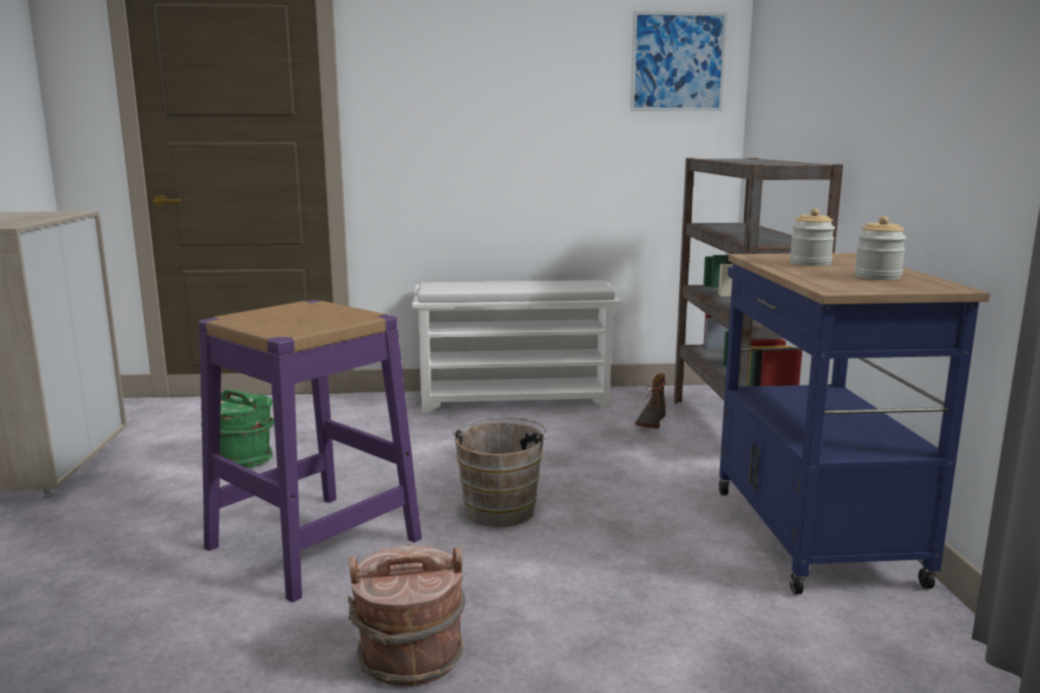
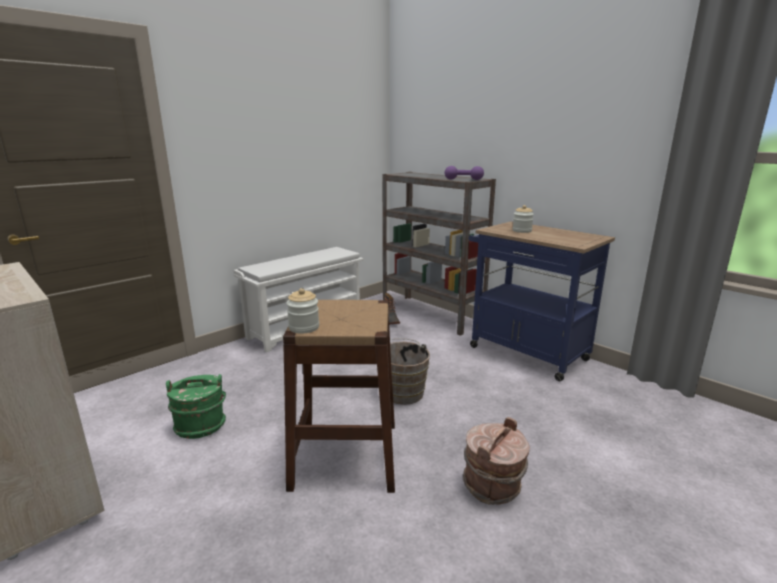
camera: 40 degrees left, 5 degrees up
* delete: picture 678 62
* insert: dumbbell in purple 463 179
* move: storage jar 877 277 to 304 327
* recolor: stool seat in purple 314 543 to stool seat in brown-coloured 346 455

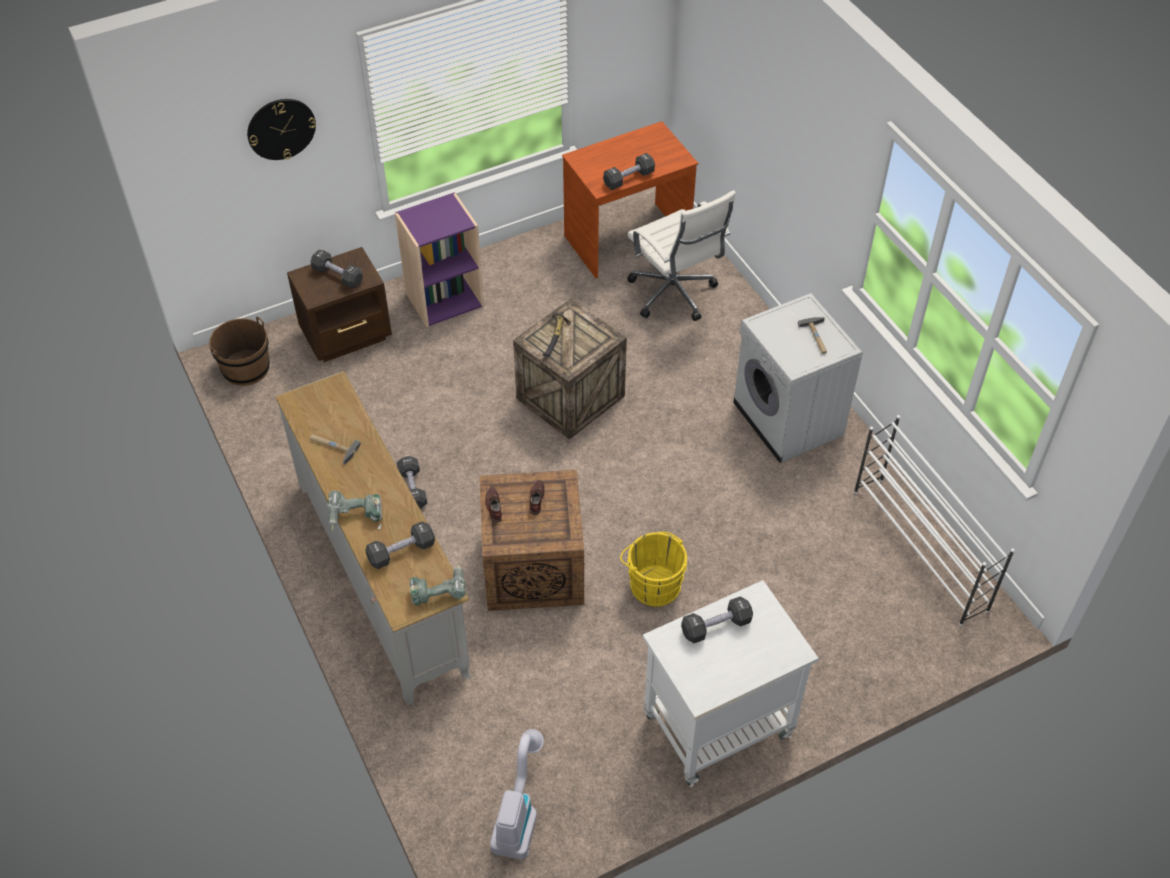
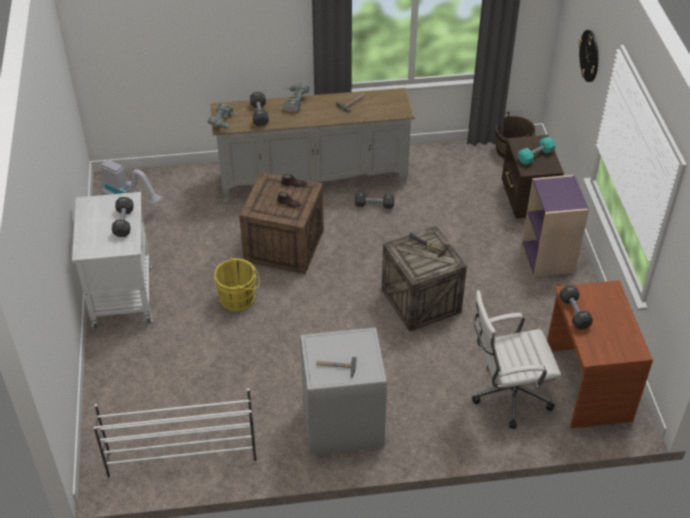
camera: 110 degrees right, 5 degrees down
* recolor: dumbbell in blackish 338 276 to dumbbell in blue-green 535 156

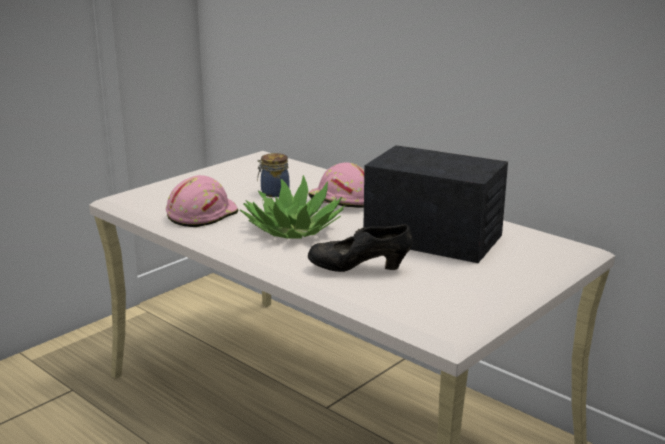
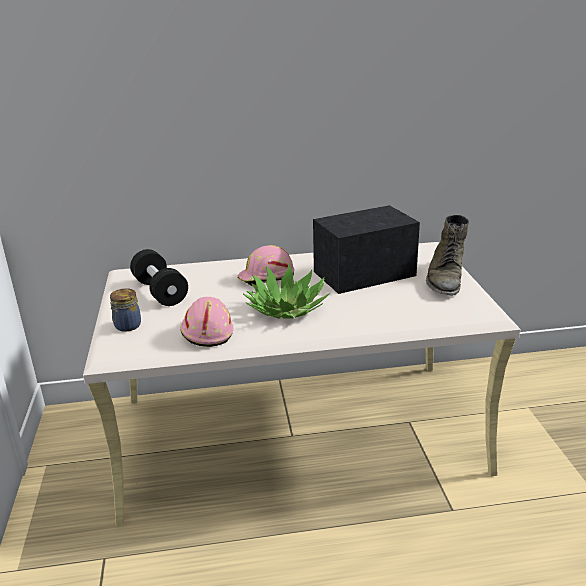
camera: 50 degrees left, 5 degrees up
* delete: low shoe in blackish 359 269
* insert: dumbbell in blackish 160 292
* insert: tall boot in greenish 445 278
* move: storage jar 273 193 to 127 326

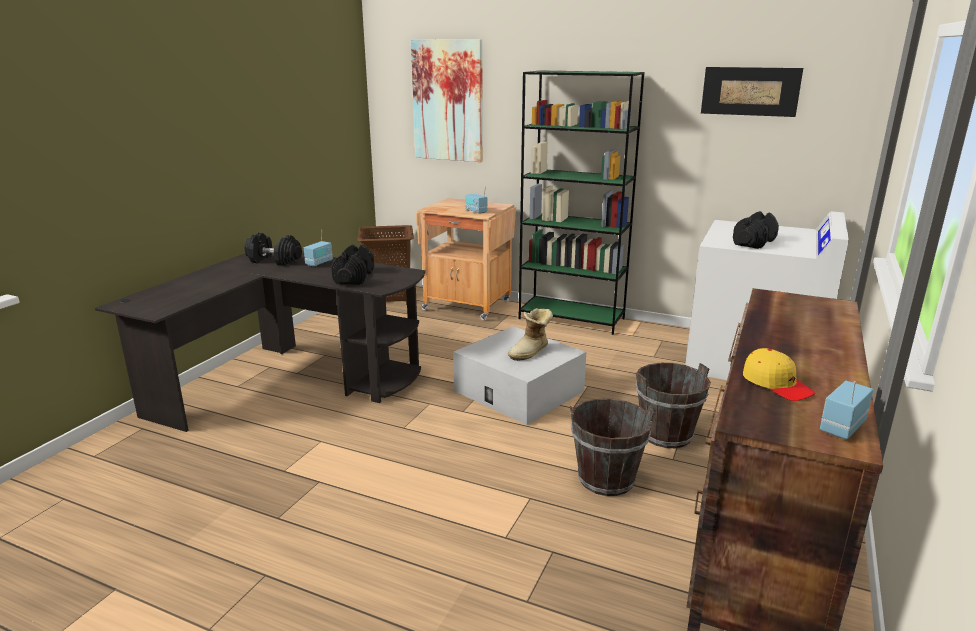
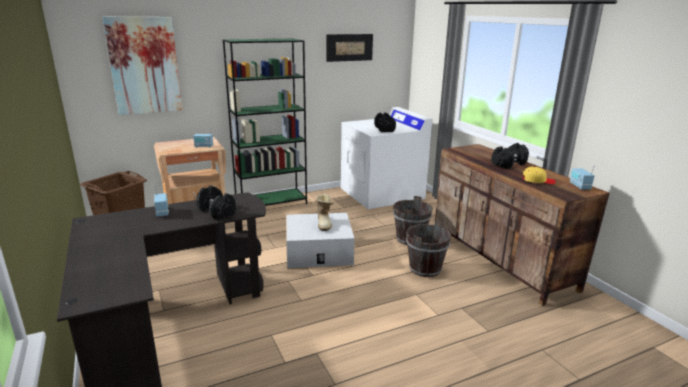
camera: 50 degrees left, 0 degrees up
* move: dumbbell in blackish 274 261 to 509 164

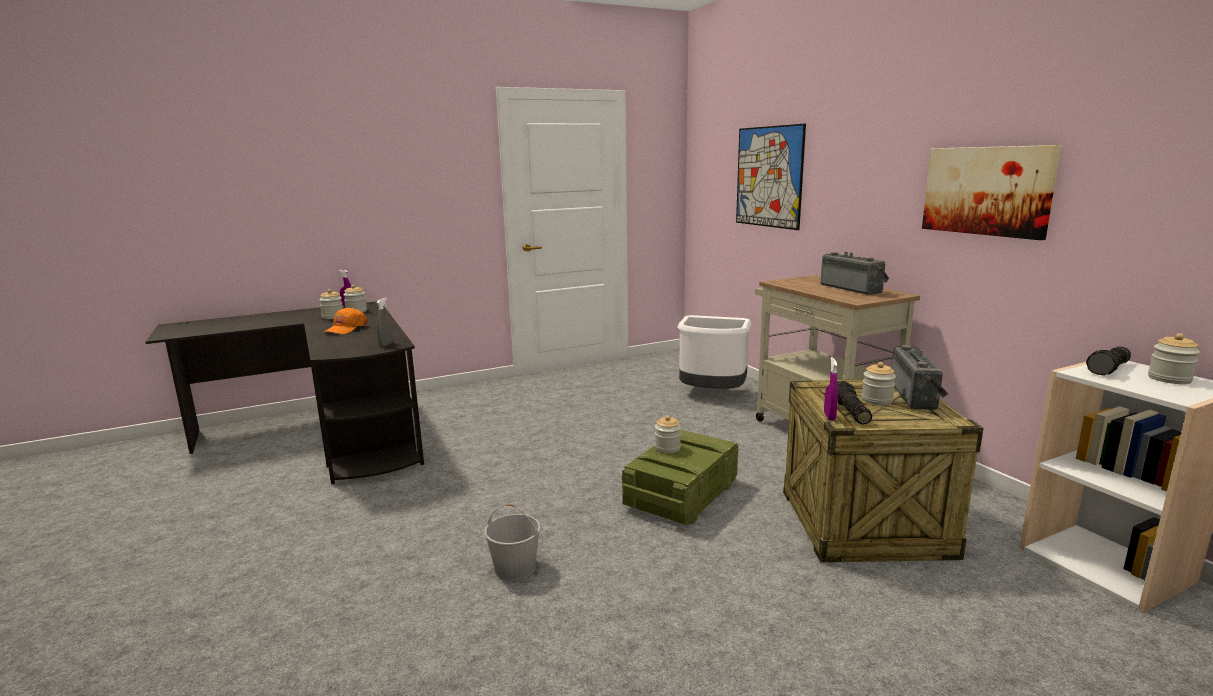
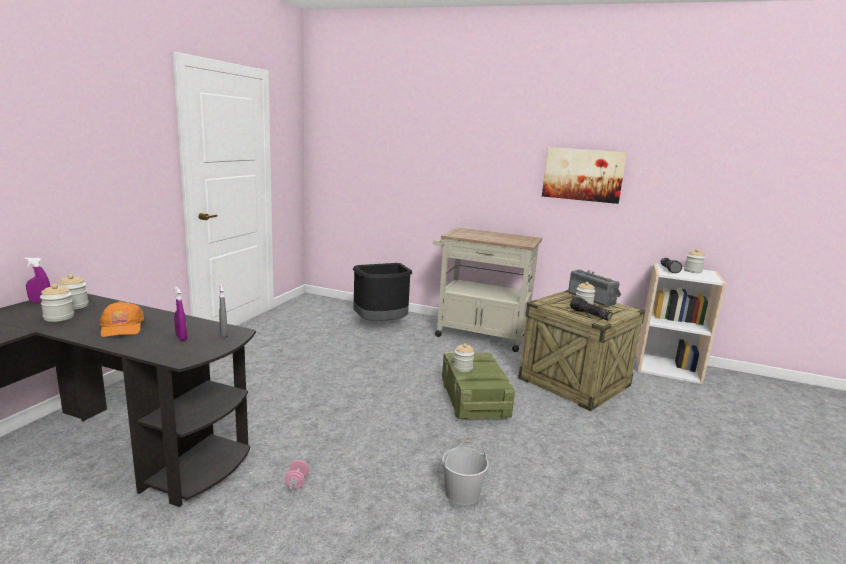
camera: 45 degrees left, 0 degrees up
* delete: picture 768 177
* delete: radio receiver 853 288
* insert: dumbbell in pink-coloured 297 482
* move: hand sprayer in purple 829 416 to 181 338
* recolor: rubbish bin in white 712 394 to rubbish bin in blackish 381 324

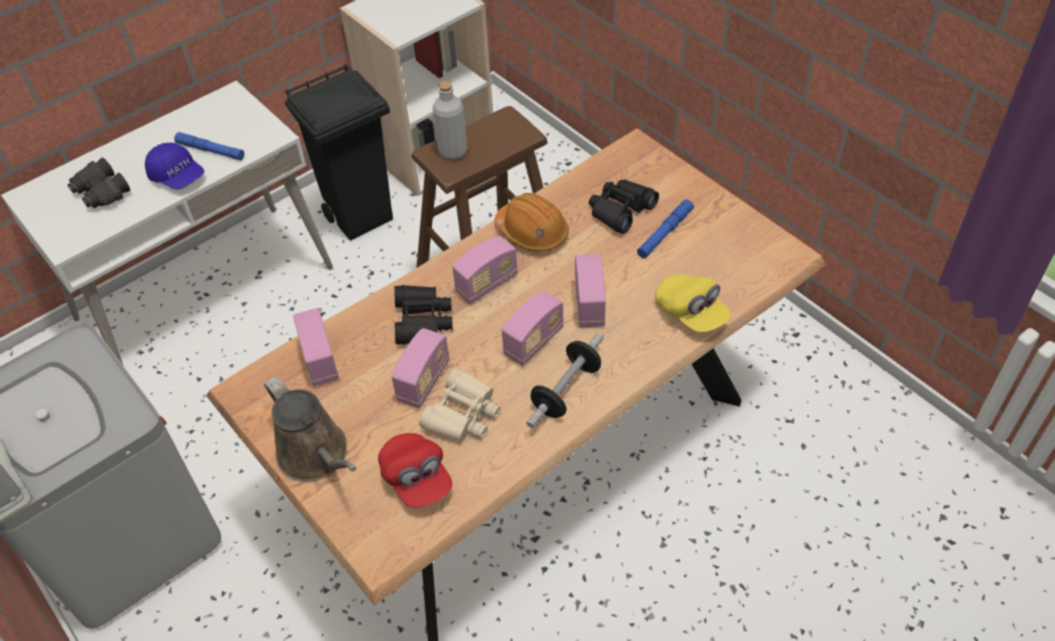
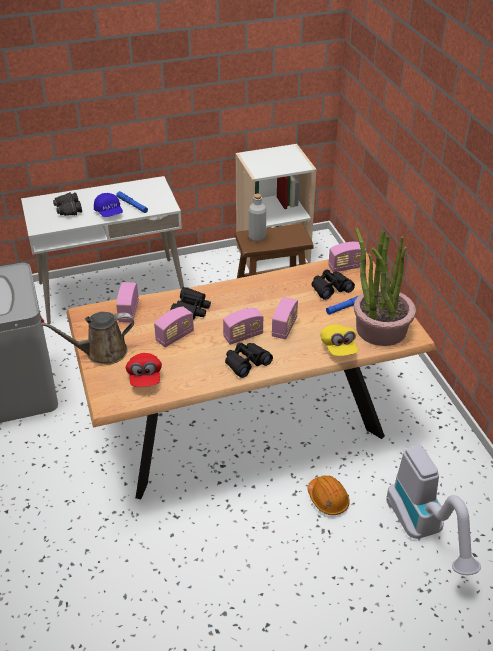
camera: 20 degrees right, 10 degrees down
* delete: rubbish bin in blackish 361 217
* delete: field glasses in sand-coloured 462 414
* insert: potted plant 380 329
* insert: vacuum cleaner 425 533
* move: radio receiver 487 284 to 346 267
* move: work helmet in orange 532 232 to 328 499
* replace: dumbbell 566 390 to field glasses in blackish 246 363
* rotate: watering pot in brown-coloured 316 456 = 102 352 90 degrees clockwise

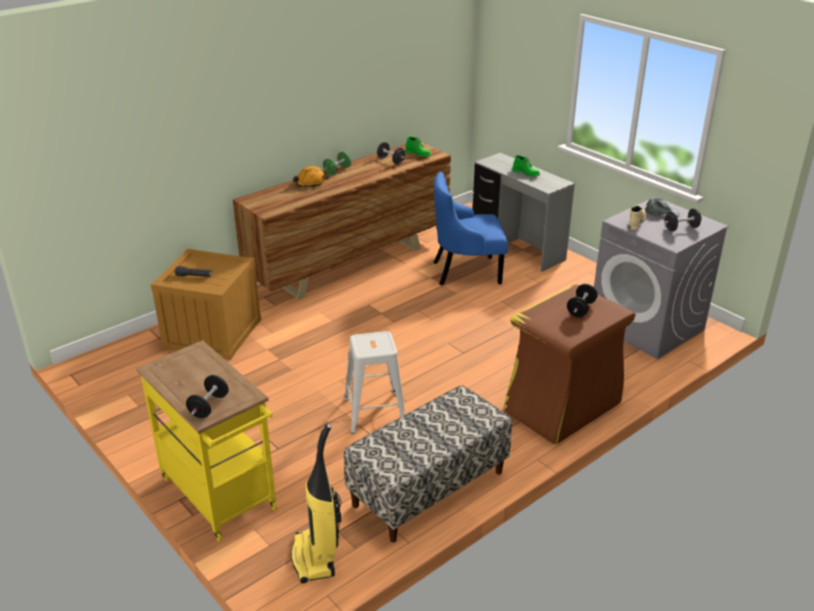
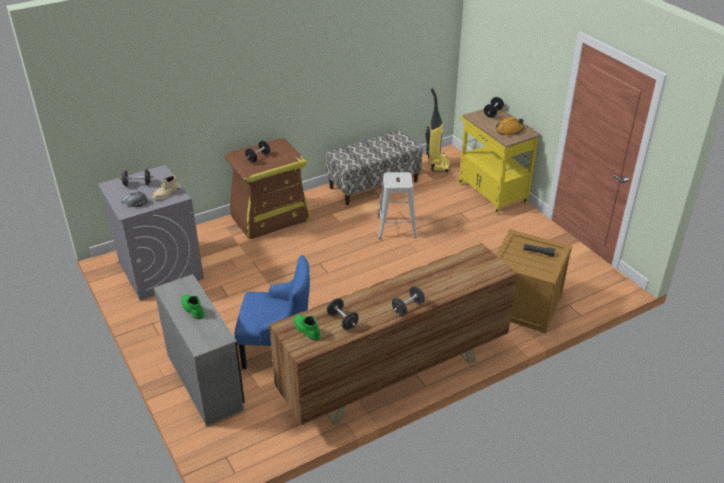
camera: 170 degrees left, 5 degrees up
* move: work helmet in orange 310 183 to 509 130
* recolor: dumbbell in greenish 337 171 to dumbbell in blackish 407 308

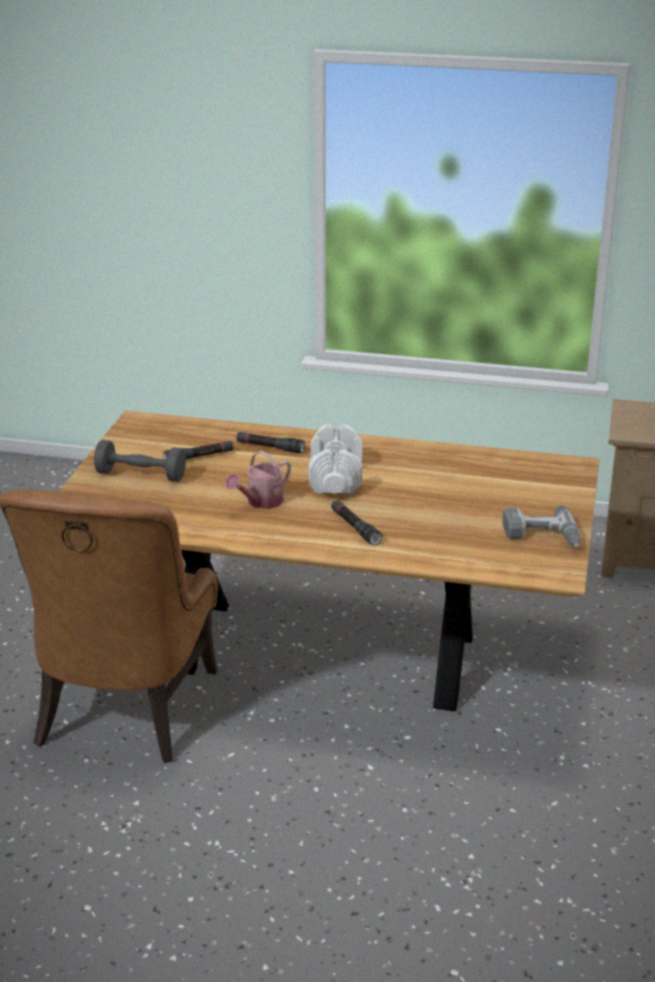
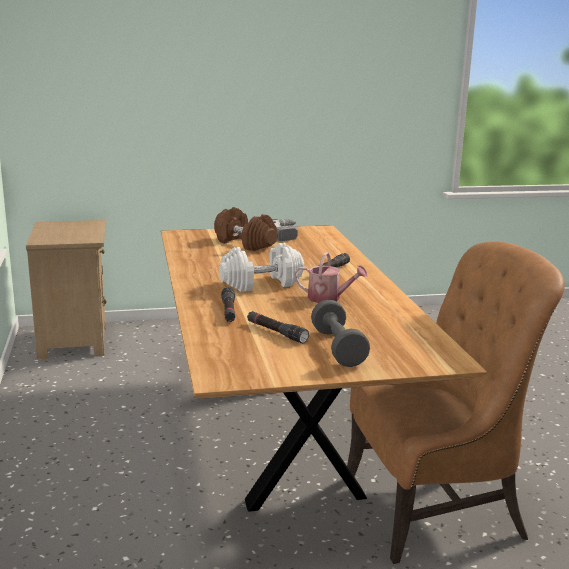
camera: 115 degrees left, 10 degrees down
* insert: dumbbell in brown-coloured 244 243

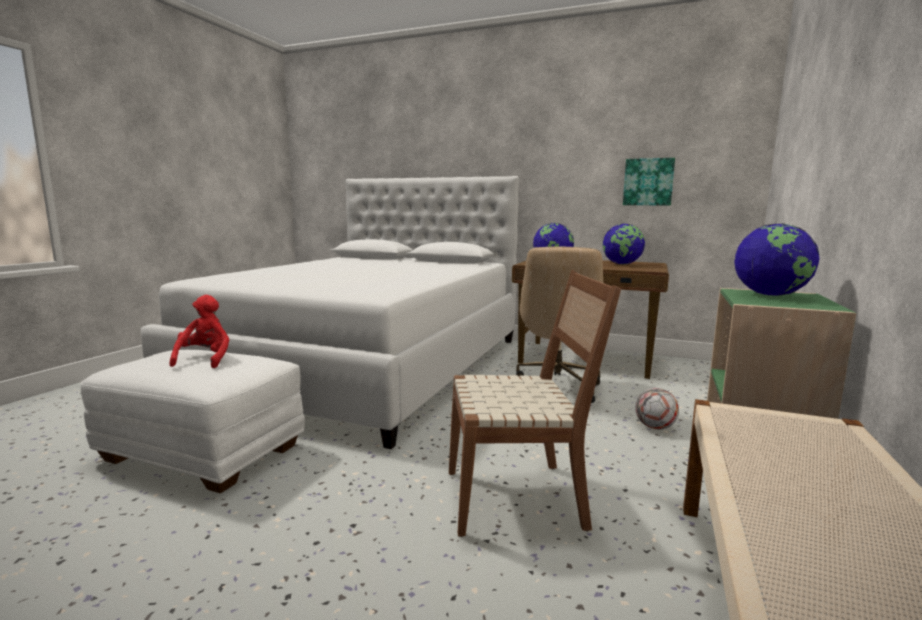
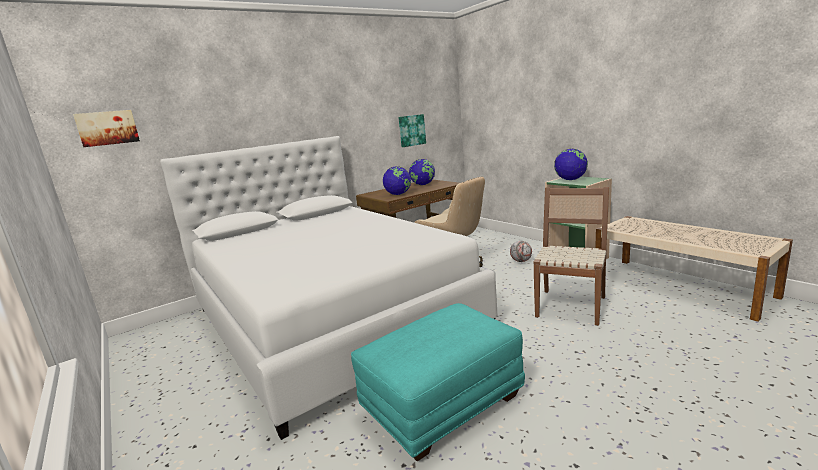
camera: 55 degrees left, 5 degrees up
* delete: cuddly toy in reddish 205 359
* insert: picture 107 128
* recolor: footrest in white 204 452 to footrest in blue-green 442 404

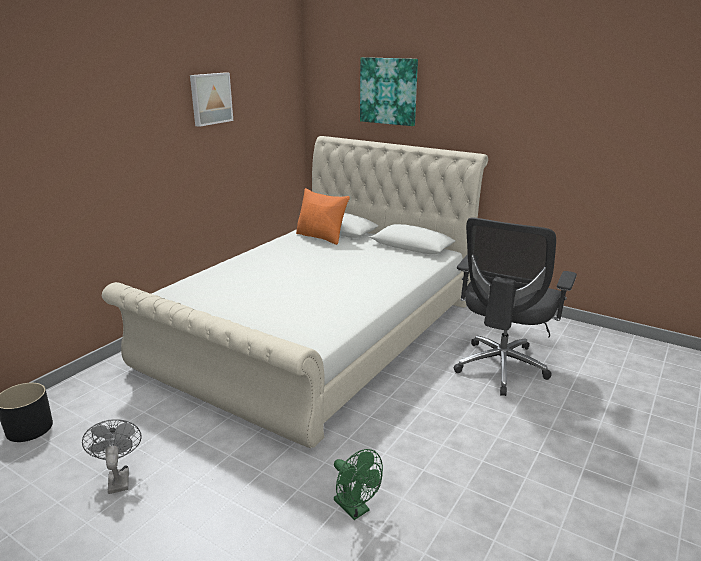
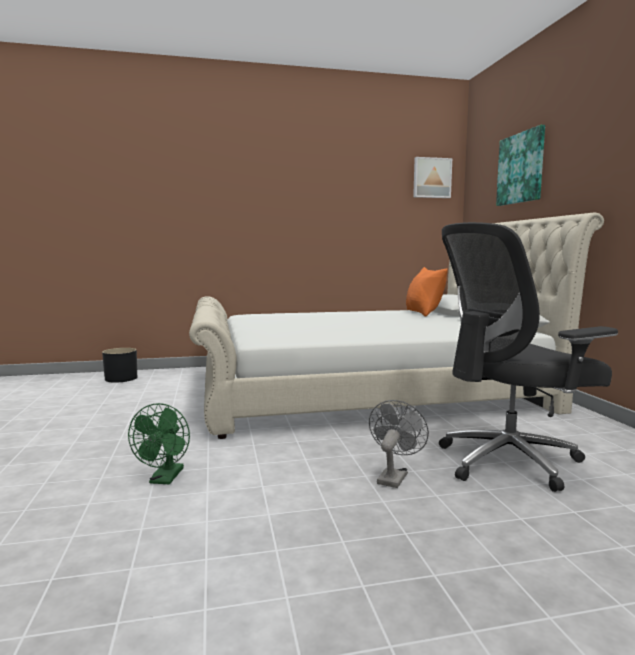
camera: 45 degrees right, 15 degrees down
* move: fan in greyish 118 478 to 393 476
* move: picture 210 98 to 431 178

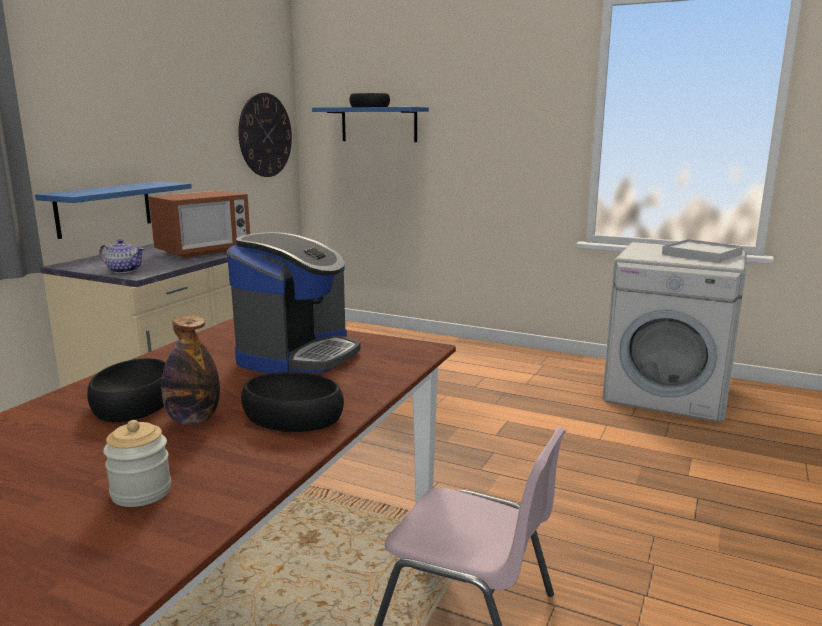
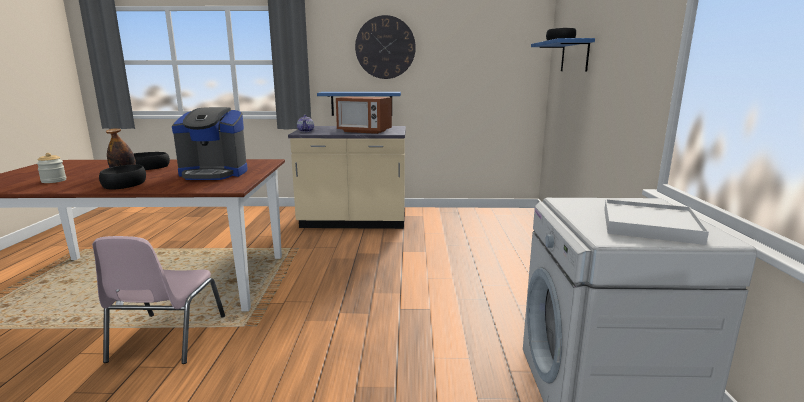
camera: 65 degrees right, 0 degrees up
* move: hanging clock 265 135 to 385 47

